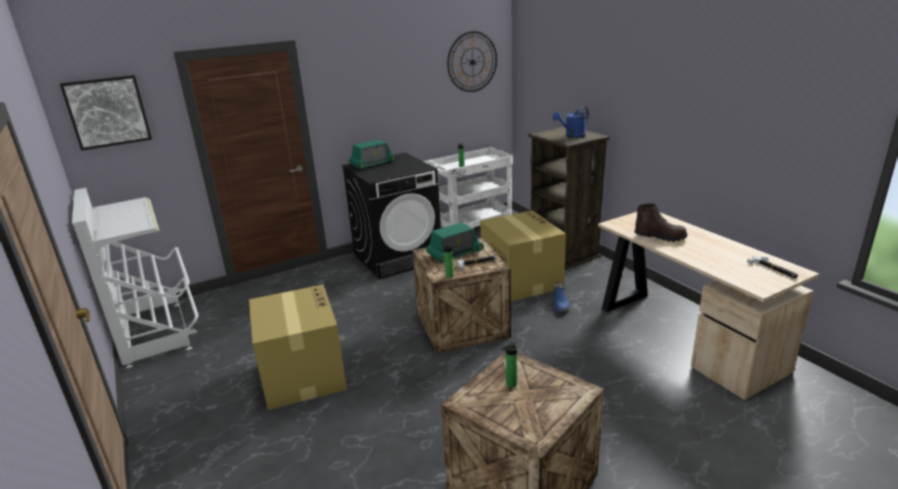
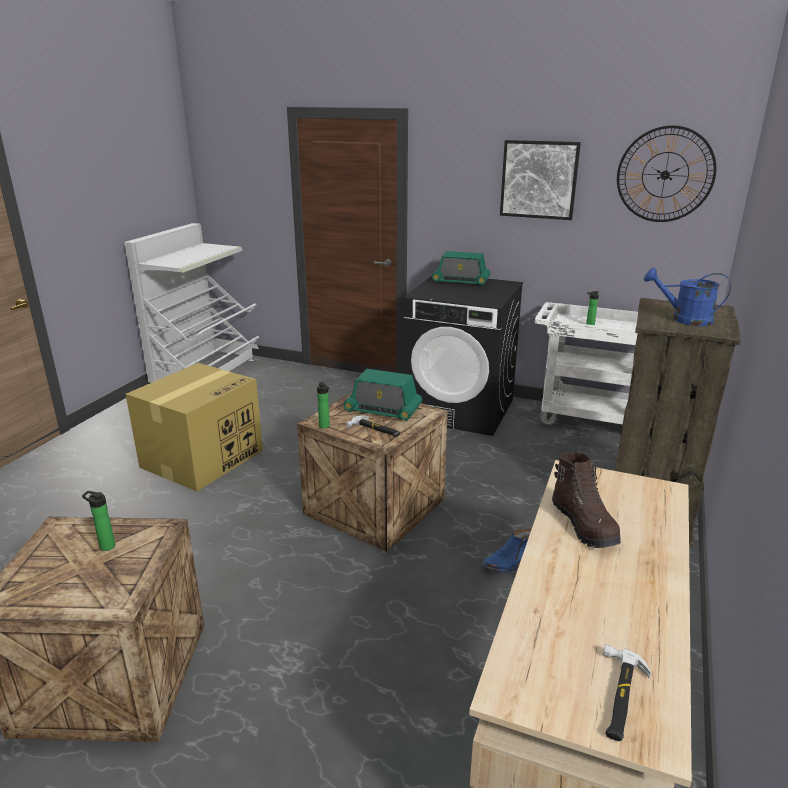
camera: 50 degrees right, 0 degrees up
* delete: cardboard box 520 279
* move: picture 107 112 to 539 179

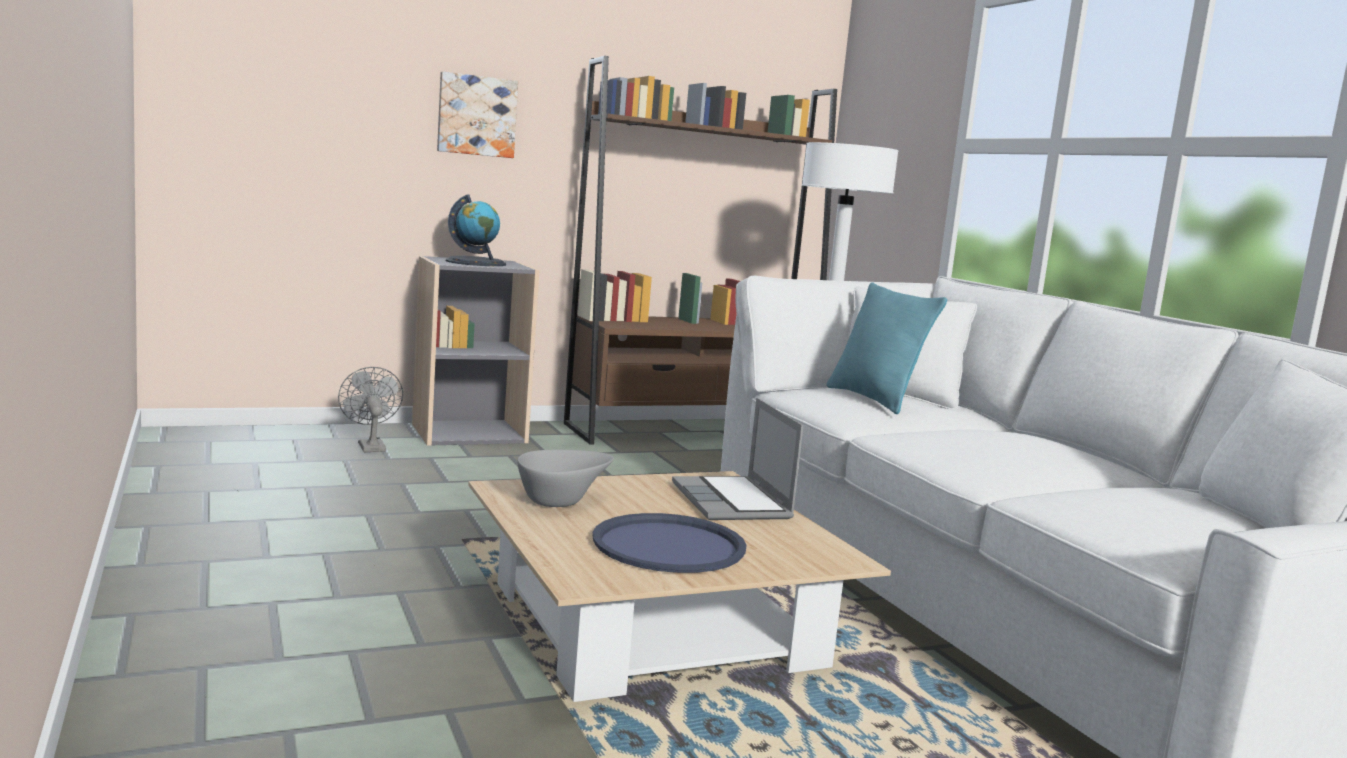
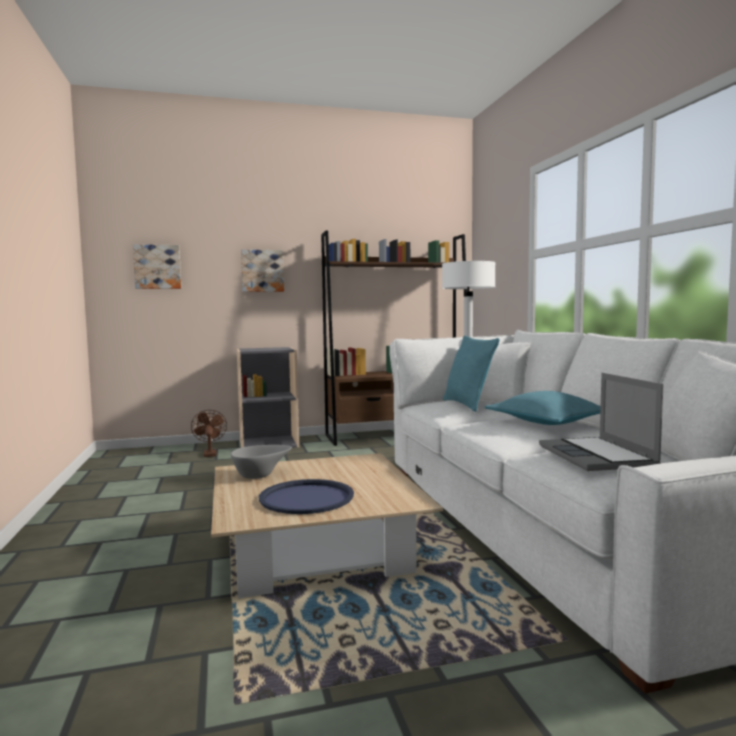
camera: 10 degrees right, 5 degrees down
* delete: world globe 476 262
* insert: picture 157 267
* insert: throw pillow in blue-green 547 422
* move: portable computer 733 502 to 598 456
* recolor: fan in greyish 369 446 to fan in brown-coloured 209 453

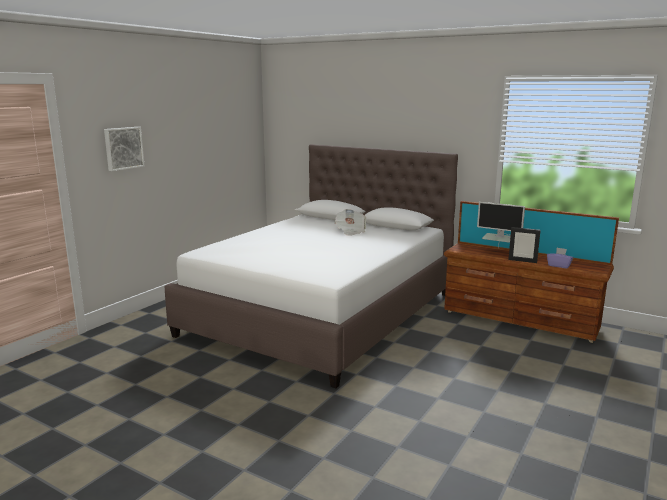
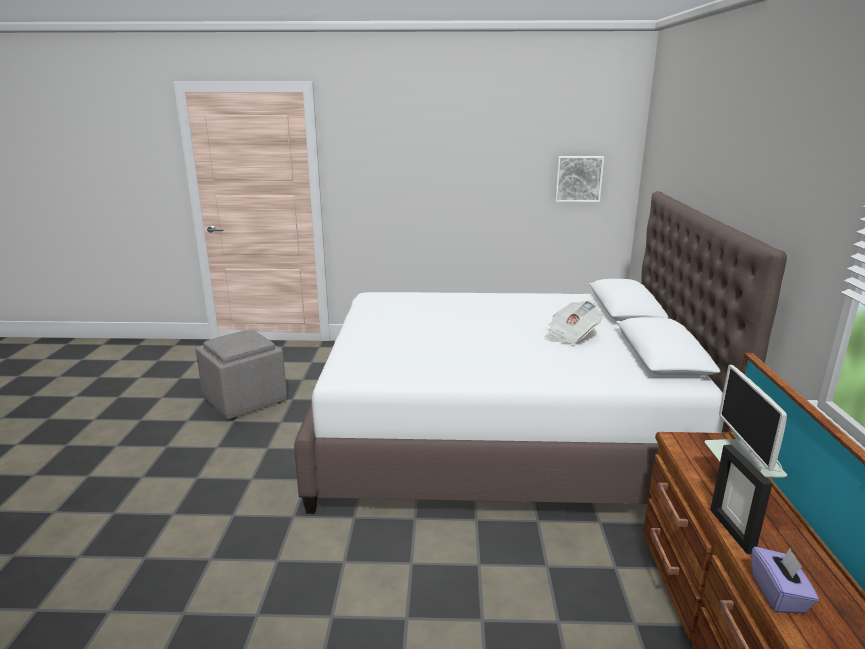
camera: 60 degrees right, 5 degrees up
* insert: footrest in greyish 246 400
* move: picture 123 148 to 578 178

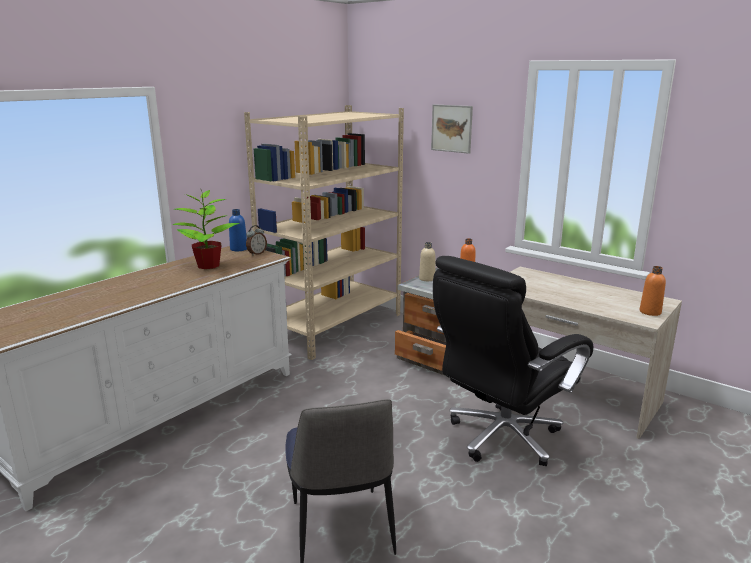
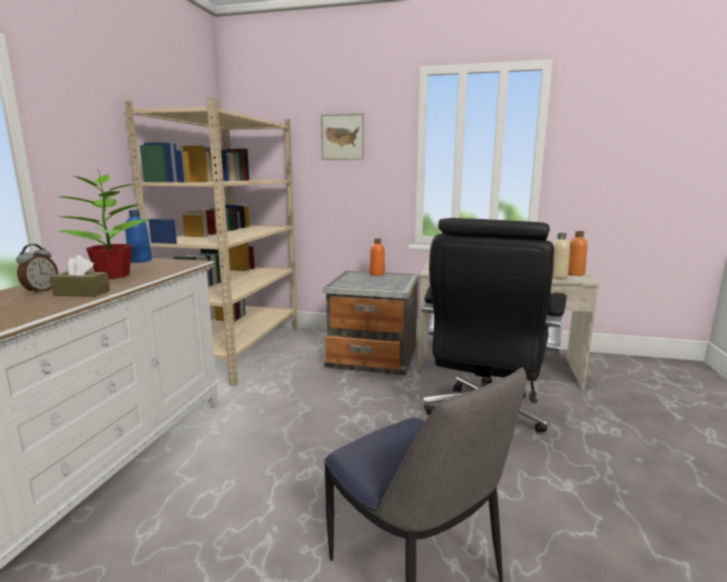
camera: 25 degrees left, 5 degrees down
* insert: tissue box in brown-coloured 82 293
* move: alarm clock 256 254 to 40 291
* move: drink bottle in sand-coloured 427 279 to 557 277

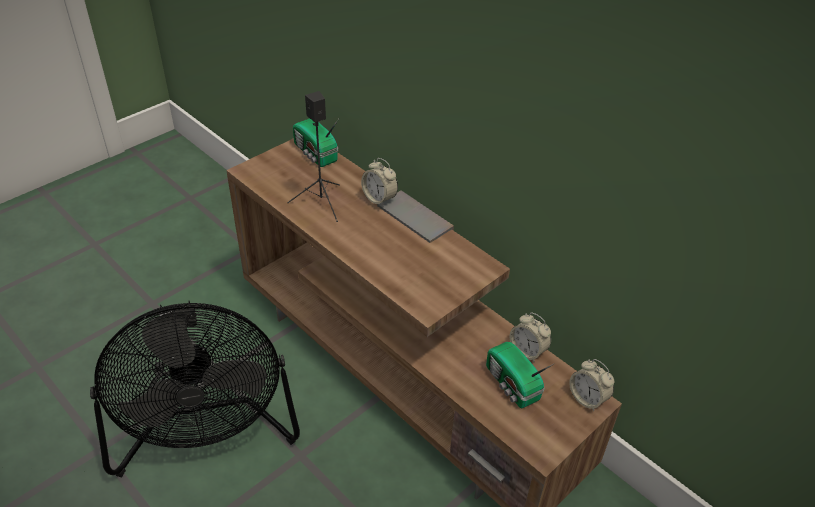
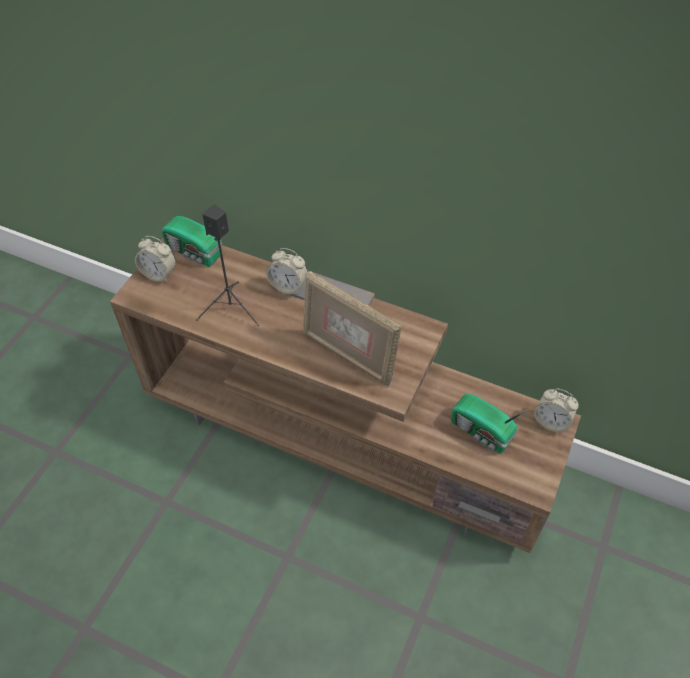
camera: 20 degrees left, 10 degrees up
* delete: fan in blackish 199 430
* insert: standing frame 348 355
* move: alarm clock 527 351 to 159 274

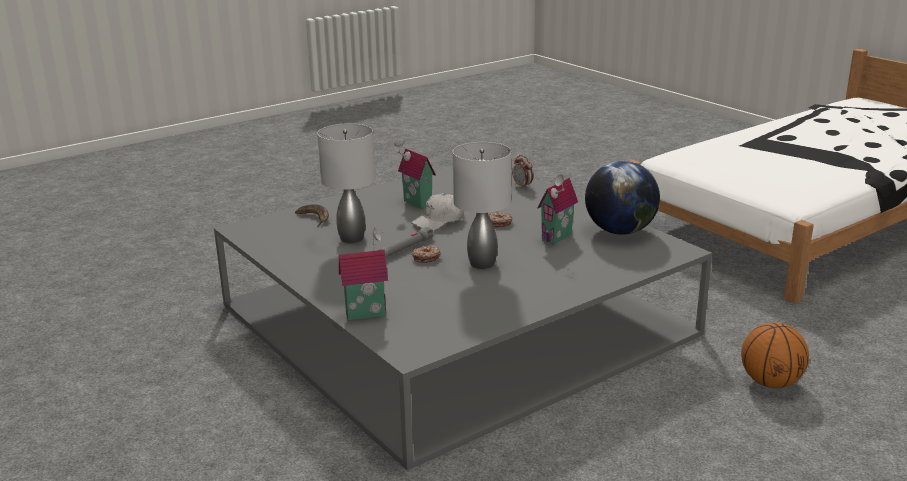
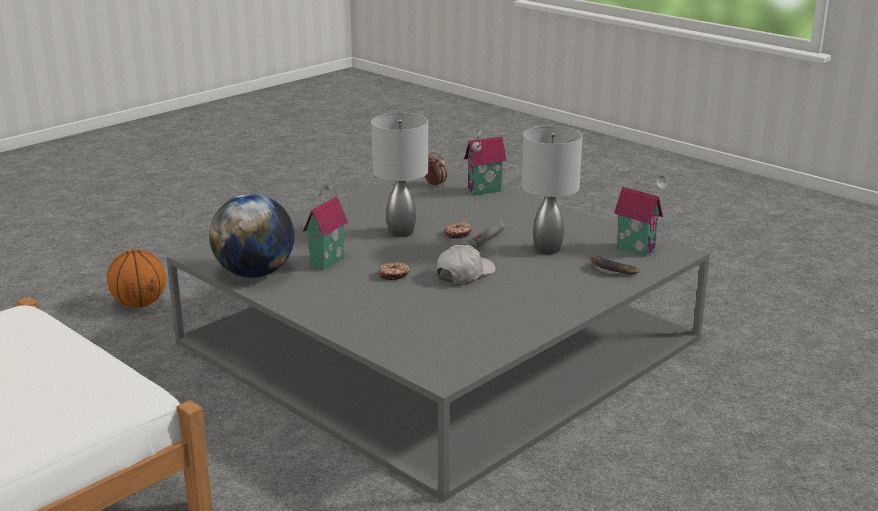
camera: 170 degrees right, 0 degrees up
* move: model house 415 203 to 637 249
* move: alarm clock 522 186 to 435 185

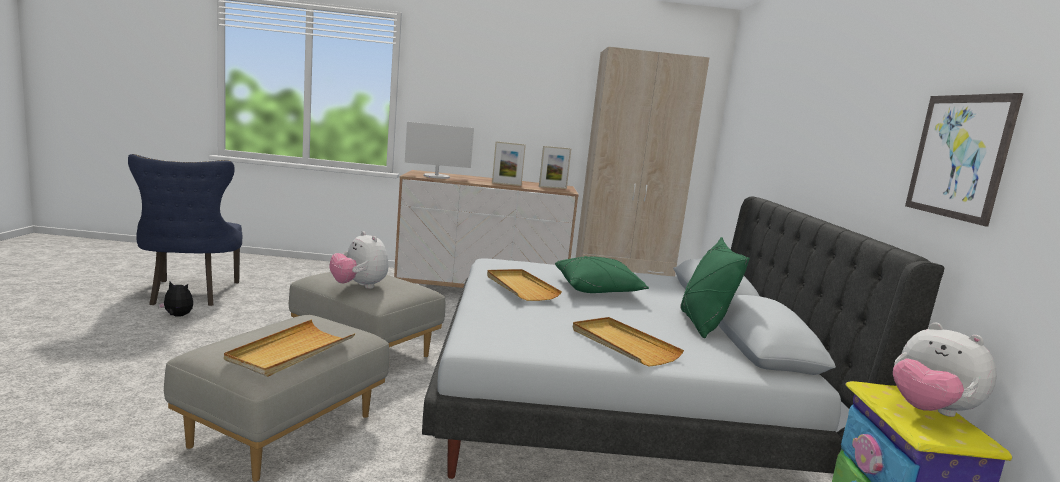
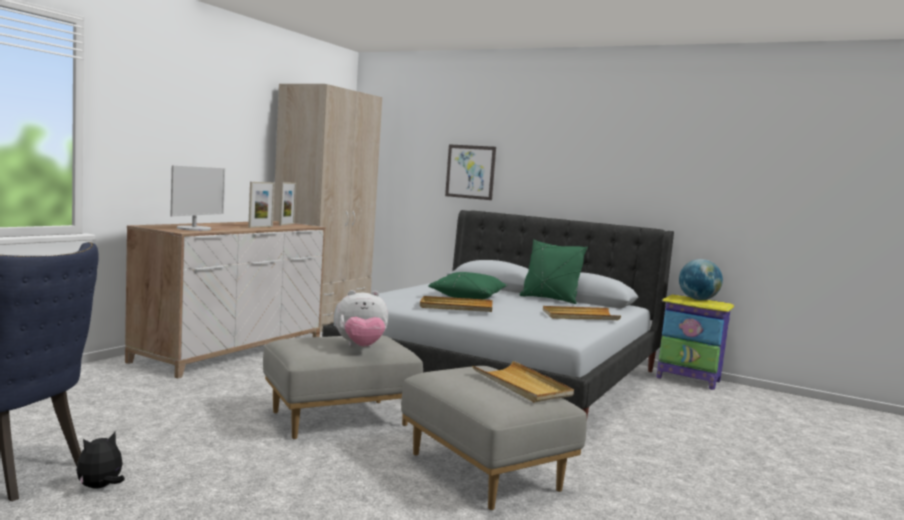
camera: 60 degrees left, 5 degrees down
* move: picture 958 156 to 470 172
* replace: cuddly toy 930 411 to world globe 698 299

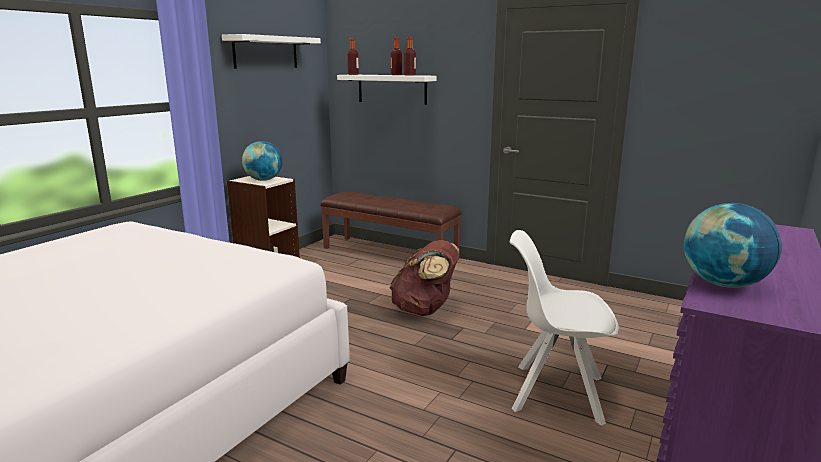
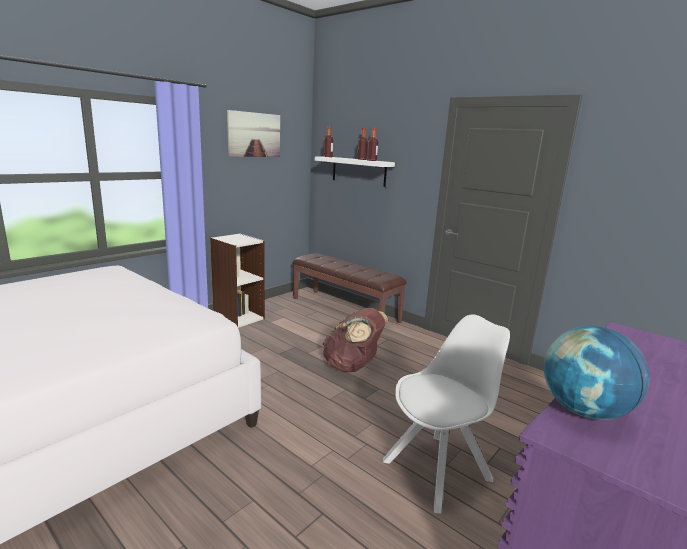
camera: 10 degrees right, 0 degrees up
* delete: world globe 263 180
* replace: wall shelf in white 265 52 to picture 254 135
* rotate: upright chair in white 555 393 = 438 470 120 degrees clockwise

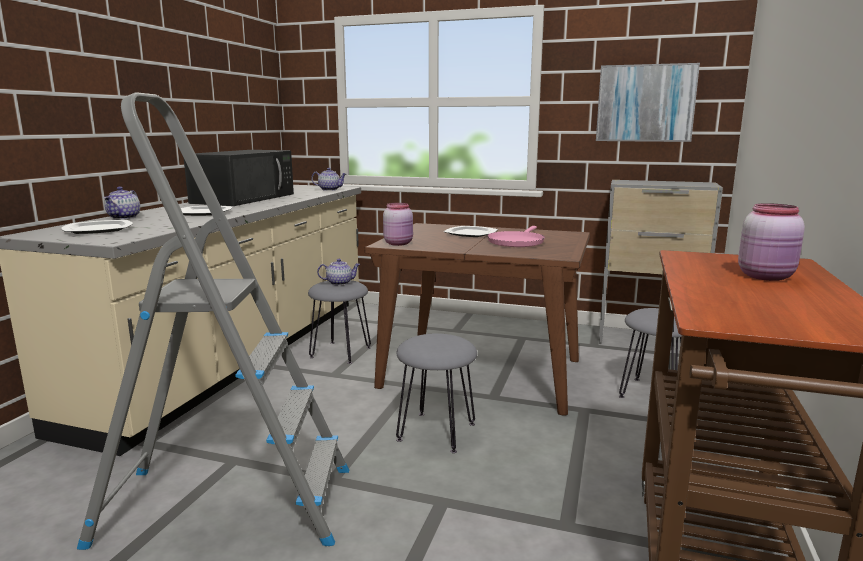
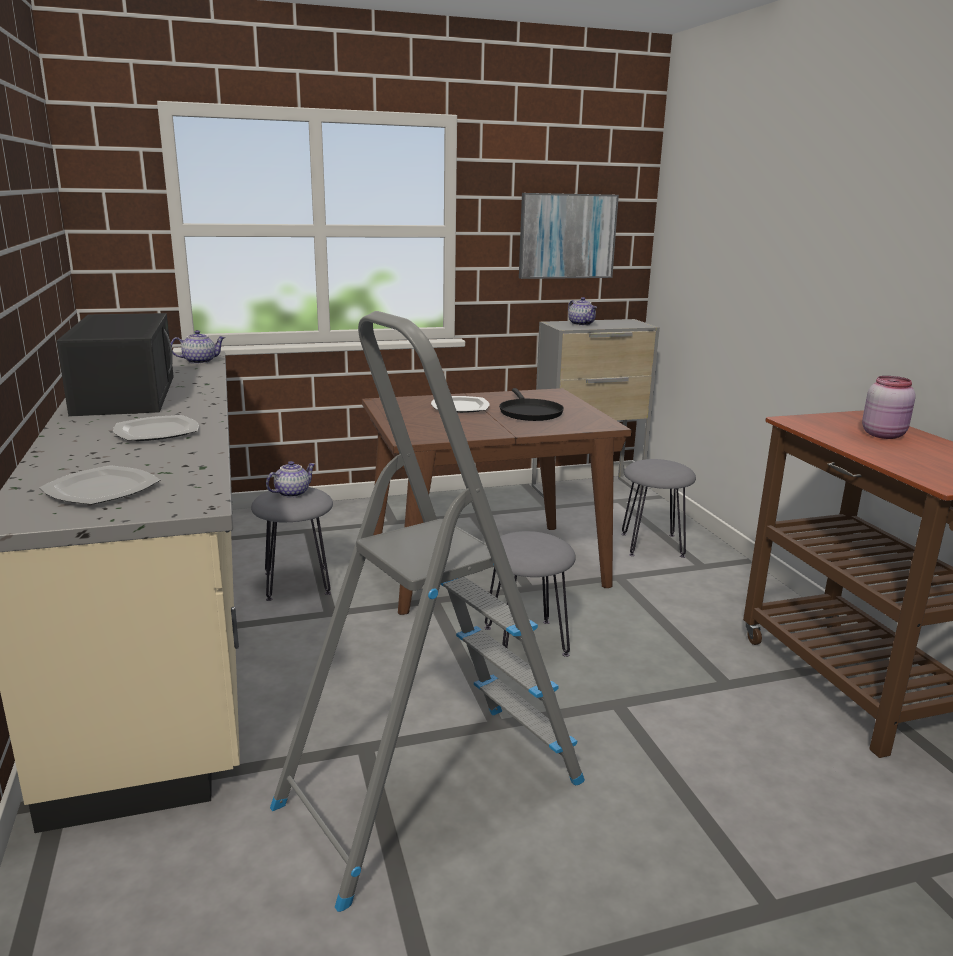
camera: 35 degrees left, 5 degrees up
* delete: storage jar in pink-coloured 399 243
* move: teapot 124 218 to 582 324
* recolor: pan in pink-coloured 516 242 to pan in blackish 529 412

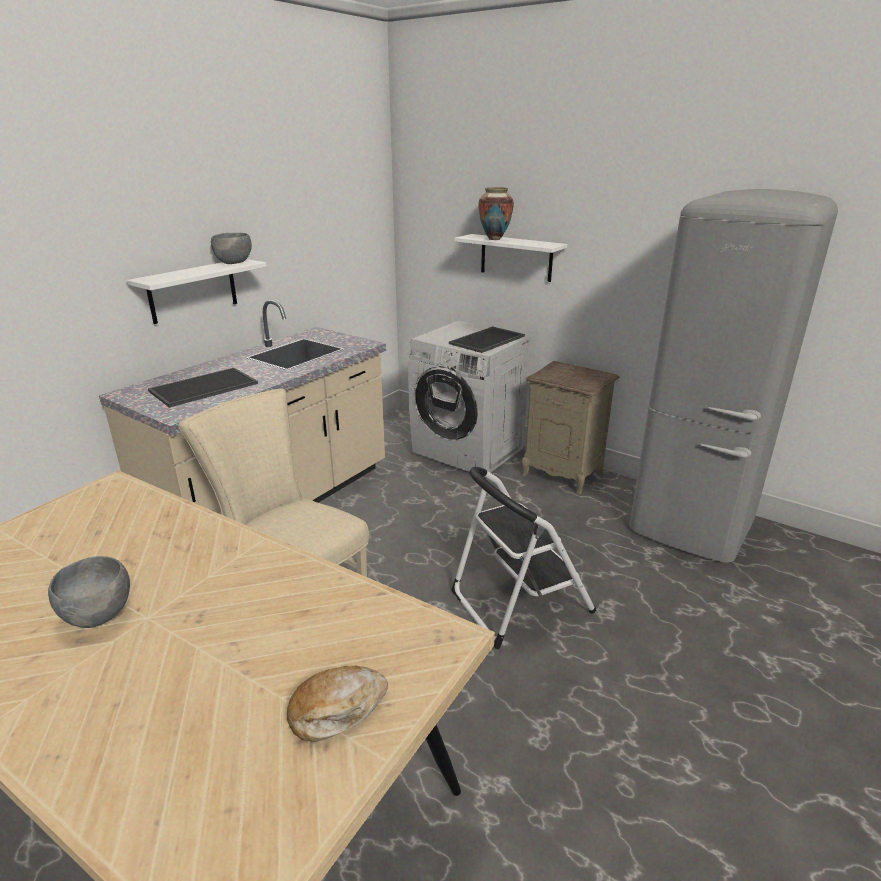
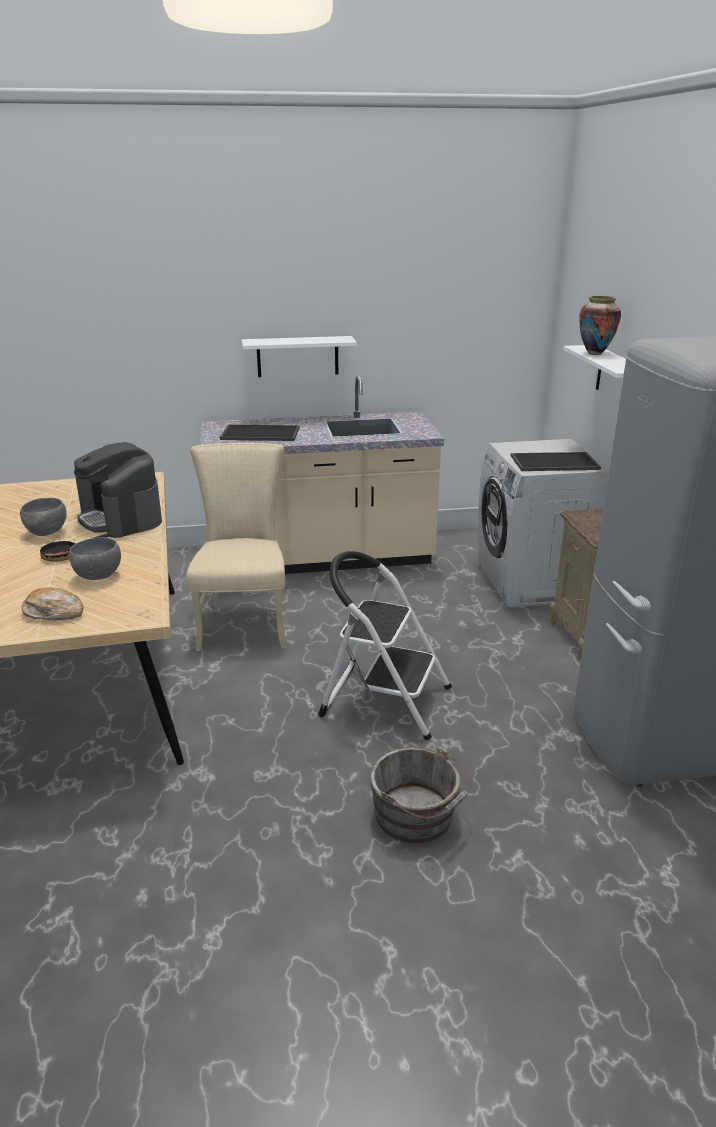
camera: 45 degrees right, 0 degrees up
* insert: pan 66 554
* insert: coffee maker 121 518
* insert: bucket in greyish 418 817
* move: bowl in greyish 234 263 to 99 576

